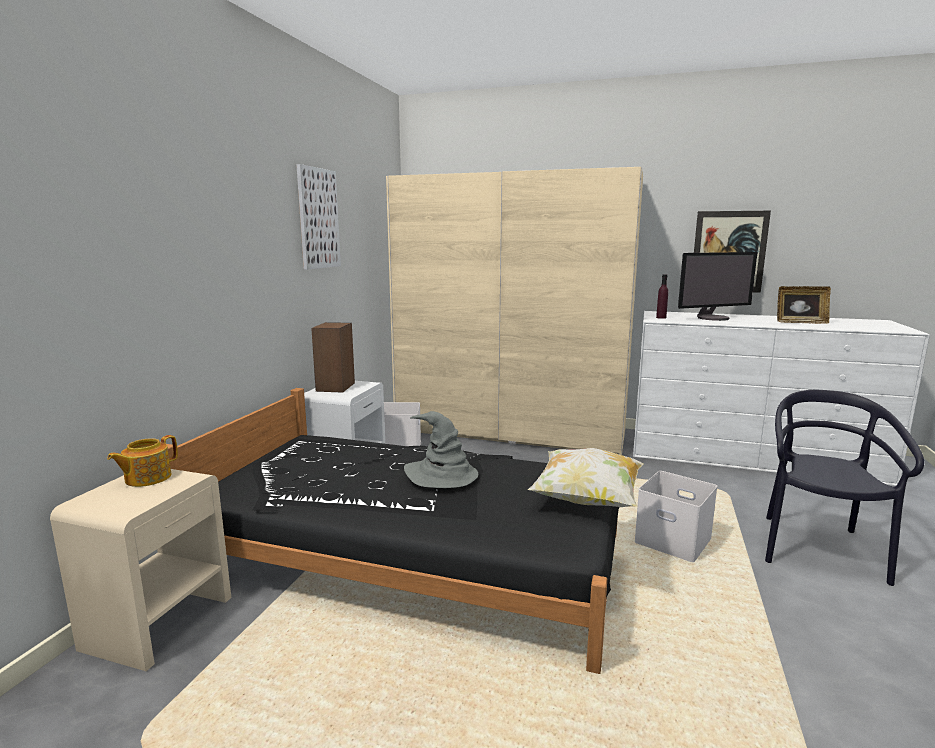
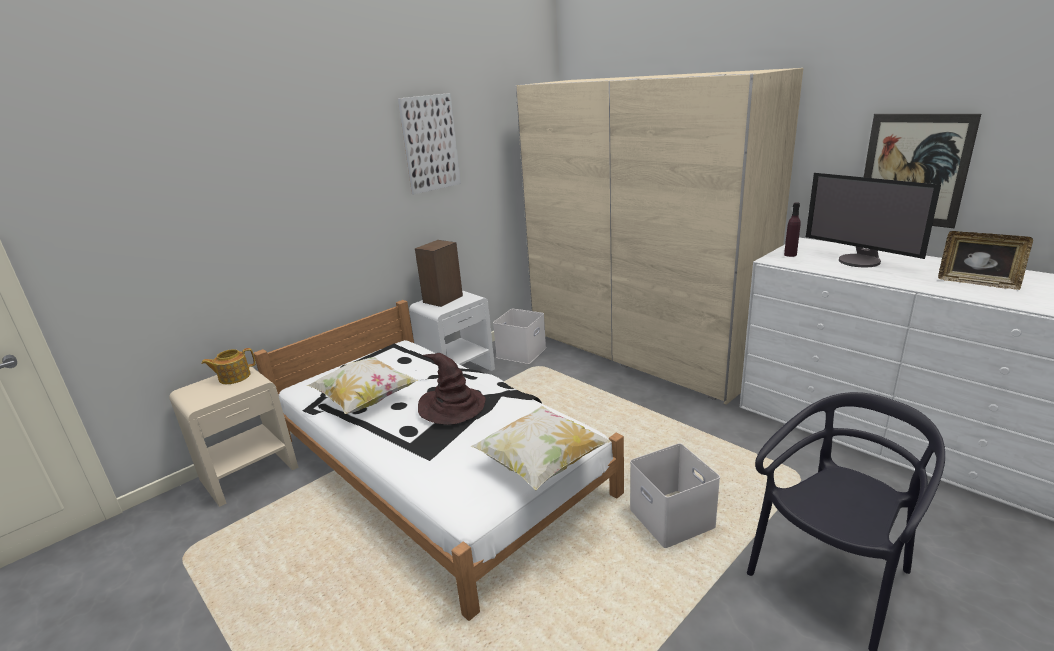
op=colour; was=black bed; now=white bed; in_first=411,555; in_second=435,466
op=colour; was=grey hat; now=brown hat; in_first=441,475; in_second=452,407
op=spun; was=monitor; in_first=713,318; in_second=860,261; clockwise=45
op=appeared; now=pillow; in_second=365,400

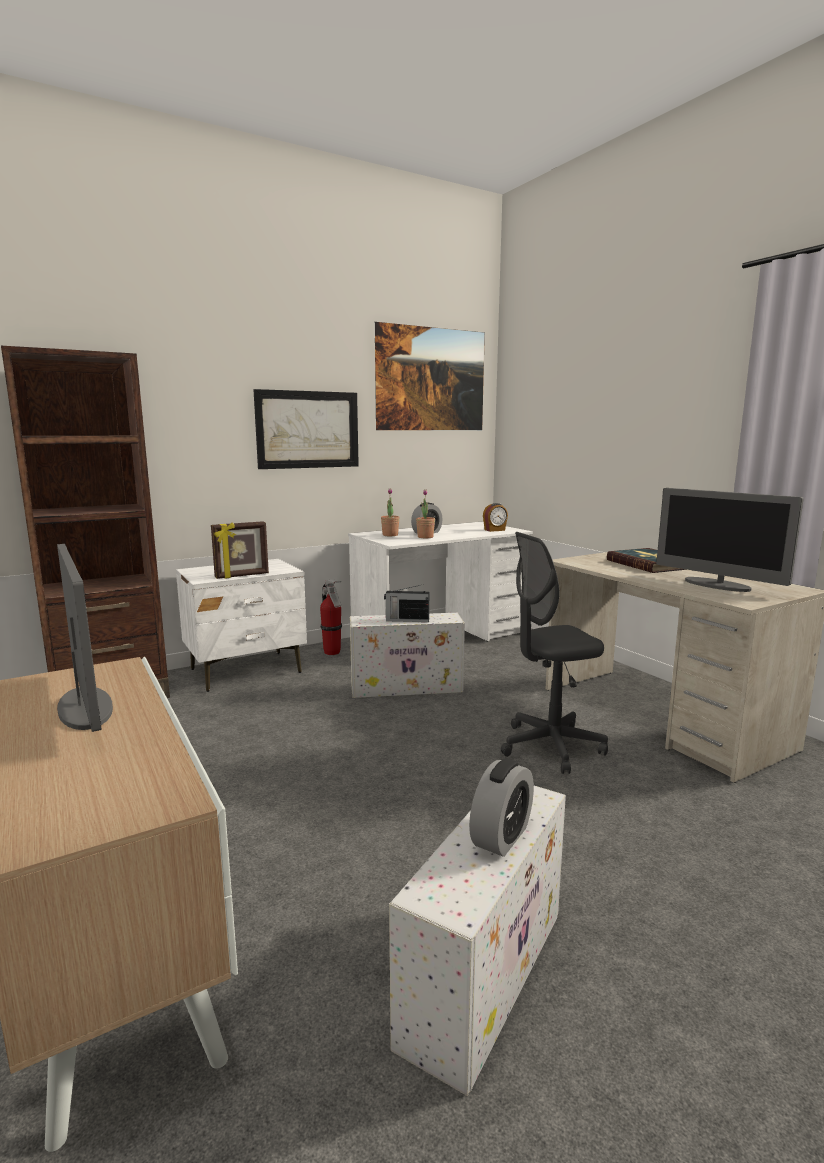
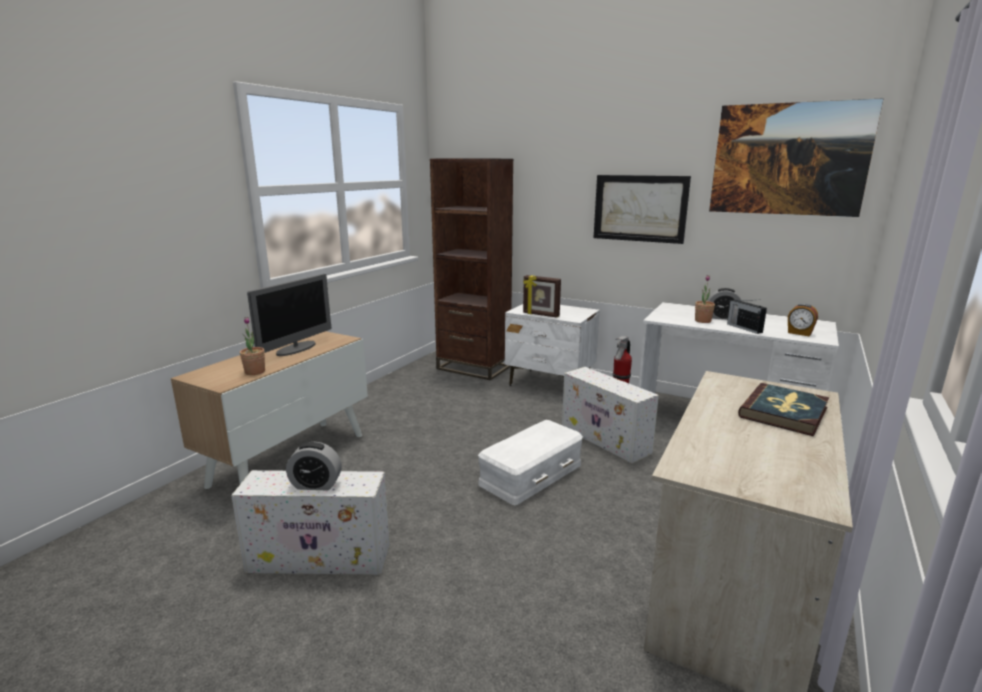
op=relocated; was=potted plant; in_first=390,535; in_second=255,372
op=relocated; was=radio; in_first=406,620; in_second=743,328
op=missing; was=grey office chair; in_first=551,747
op=missing; was=monitor; in_first=717,585
op=appeared; now=white storage box; in_second=530,473

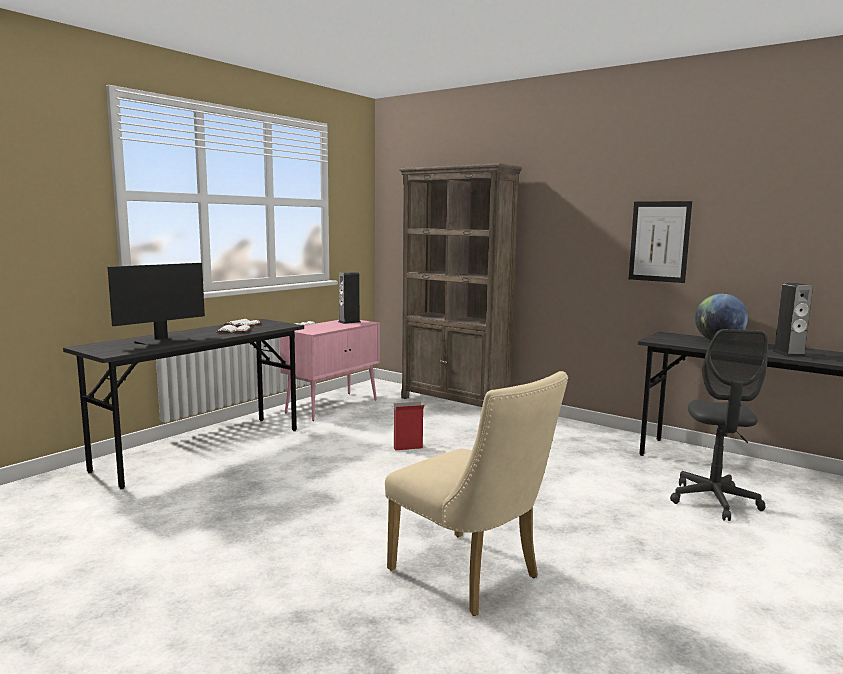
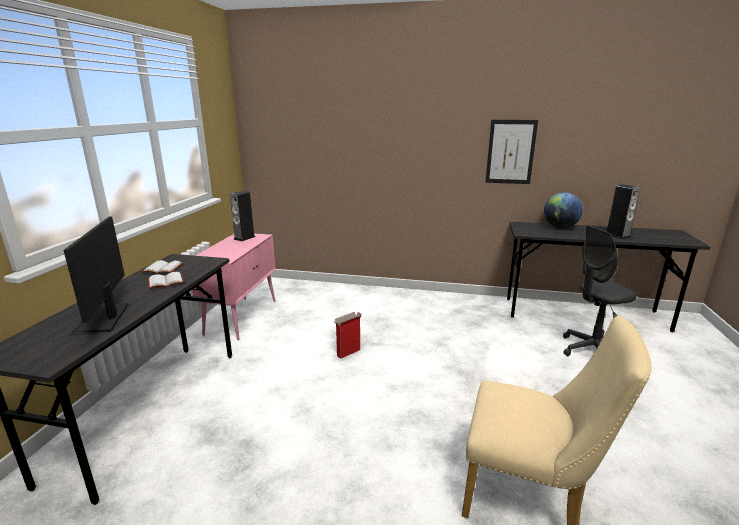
op=spun; was=monitor; in_first=165,341; in_second=102,319; clockwise=150
op=missing; was=brown bookcase; in_first=454,403
op=spun; was=grey office chair; in_first=714,501; in_second=592,351; clockwise=90

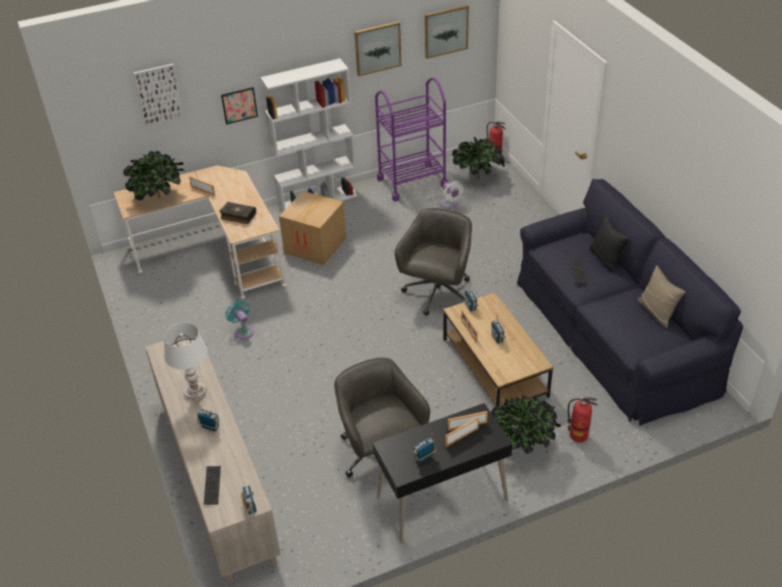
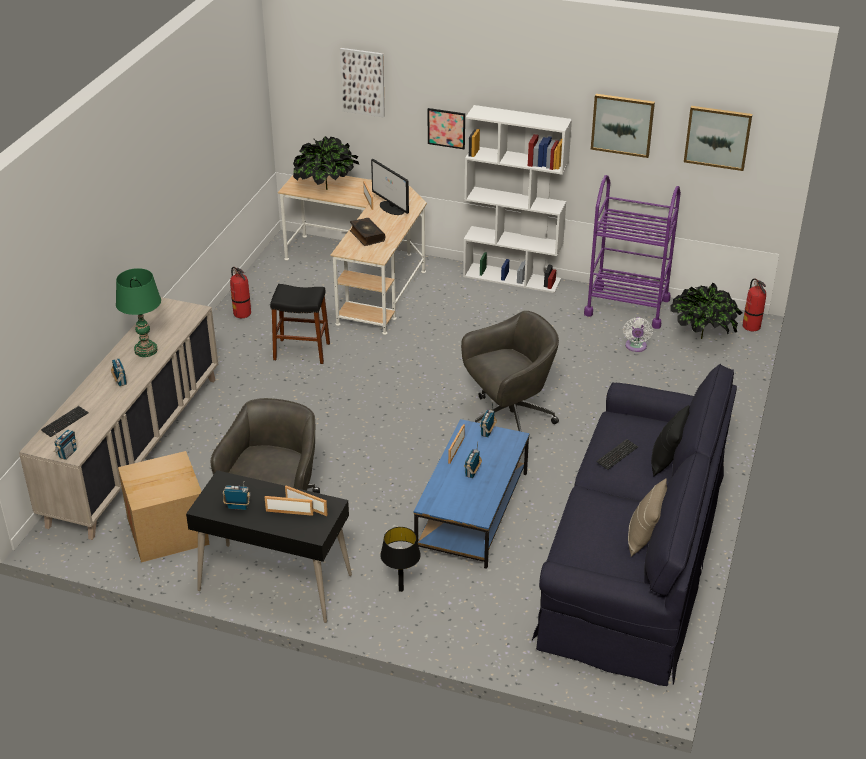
op=colour; was=white table lamp; now=green table lamp; in_first=195,392; in_second=146,350
op=exchanged; was=turquoise fan; now=black stool; in_first=243,331; in_second=301,351
op=relocated; was=cardboard box; in_first=315,245; in_second=168,531
op=colour; was=brown coffee table; now=blue coffee table; in_first=495,367; in_second=473,511
op=exchanged; was=potted plant; now=black table lamp; in_first=521,446; in_second=401,589
op=relocated; was=fire extinguisher; in_first=578,435; in_second=242,313
op=appeared; now=monitor; in_second=392,208

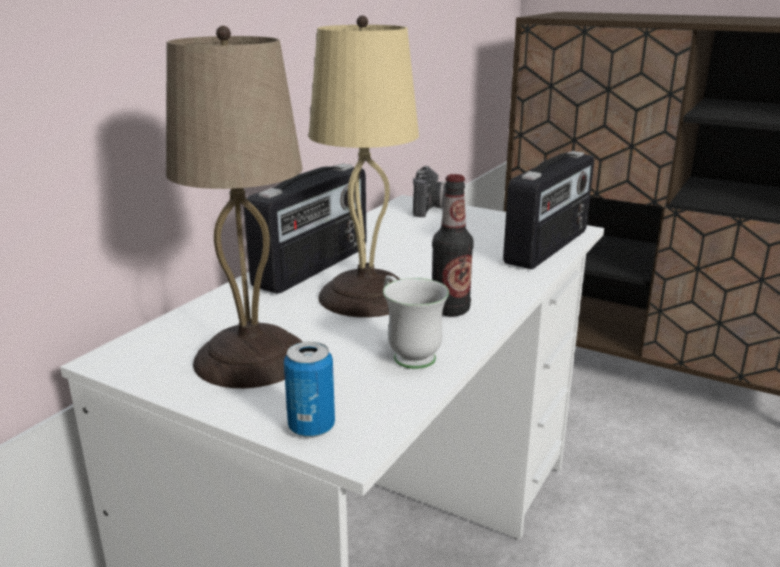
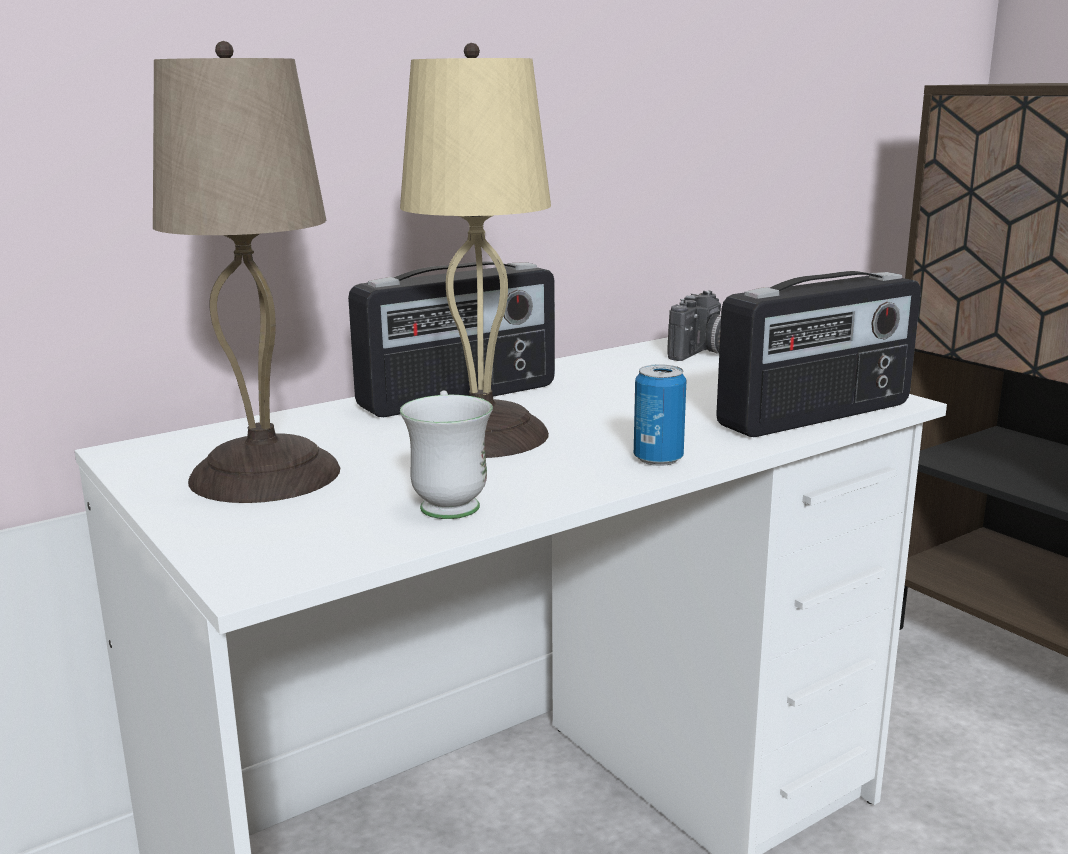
op=relocated; was=can; in_first=311,427; in_second=658,459
op=missing; was=bottle; in_first=450,310

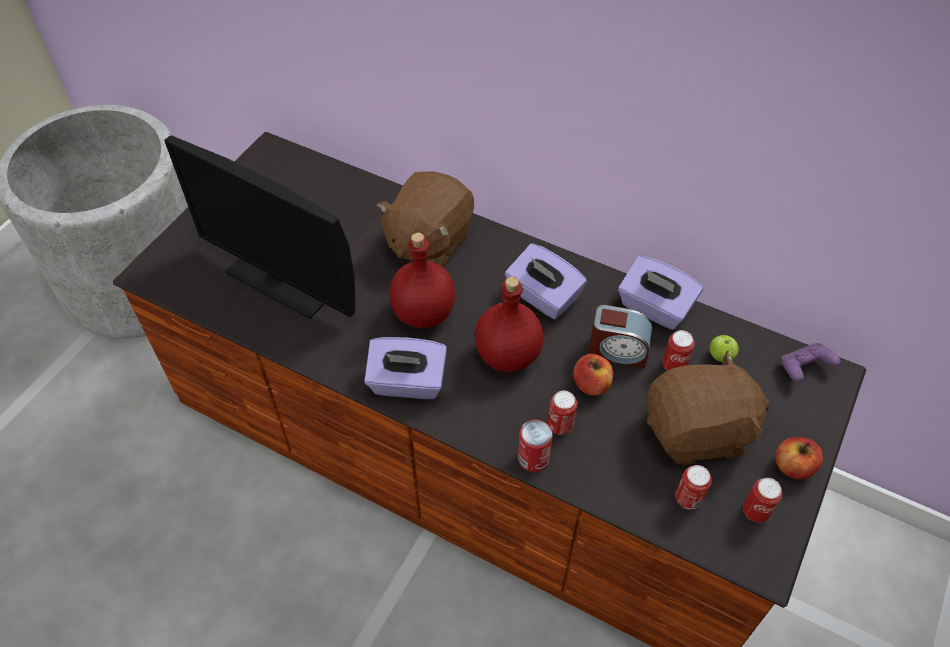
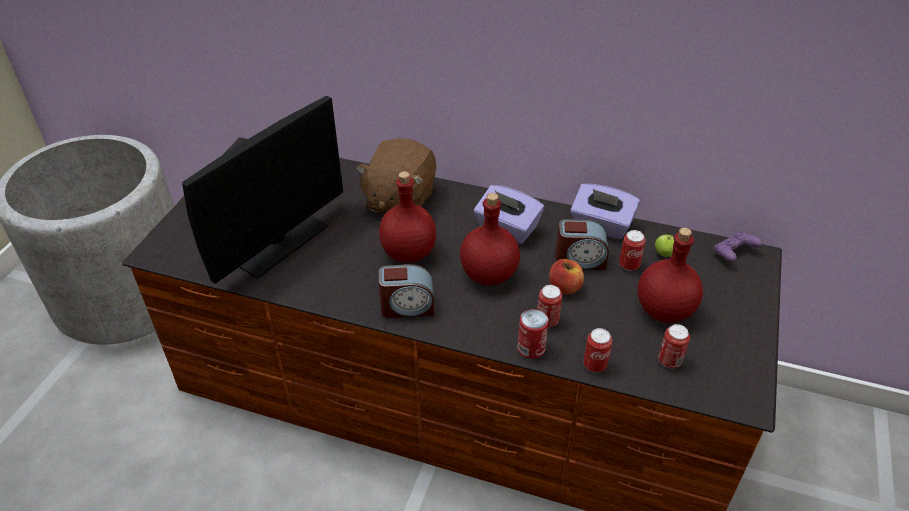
op=spun; was=monitor; in_first=283,279; in_second=278,242; clockwise=-75
op=exchanged; was=purple tissue box; now=alarm clock; in_first=407,383; in_second=407,306
op=exchanged; was=brown plush toy; now=red bottle; in_first=698,432; in_second=663,310
op=relocated; was=can; in_first=755,511; in_second=594,365
op=missing; was=apple; in_first=793,467

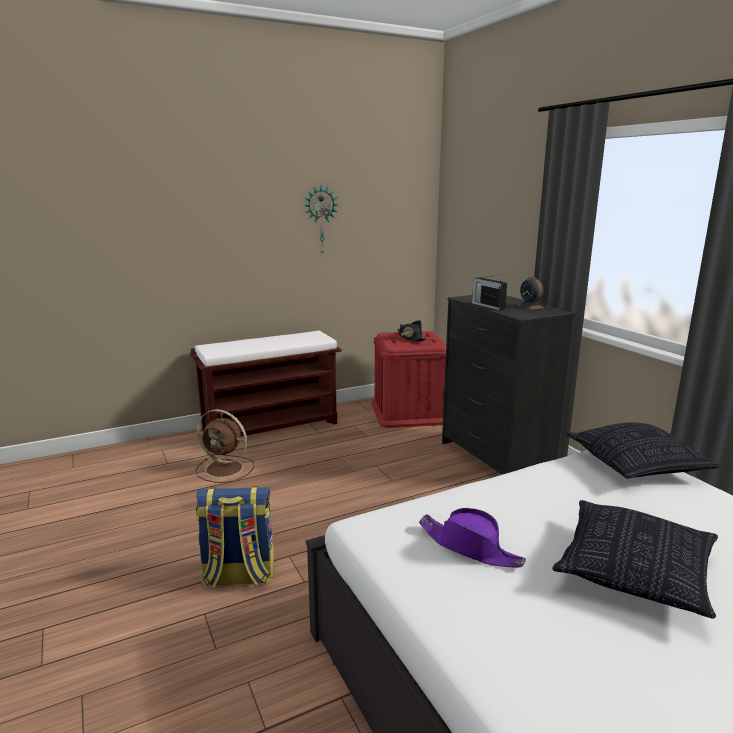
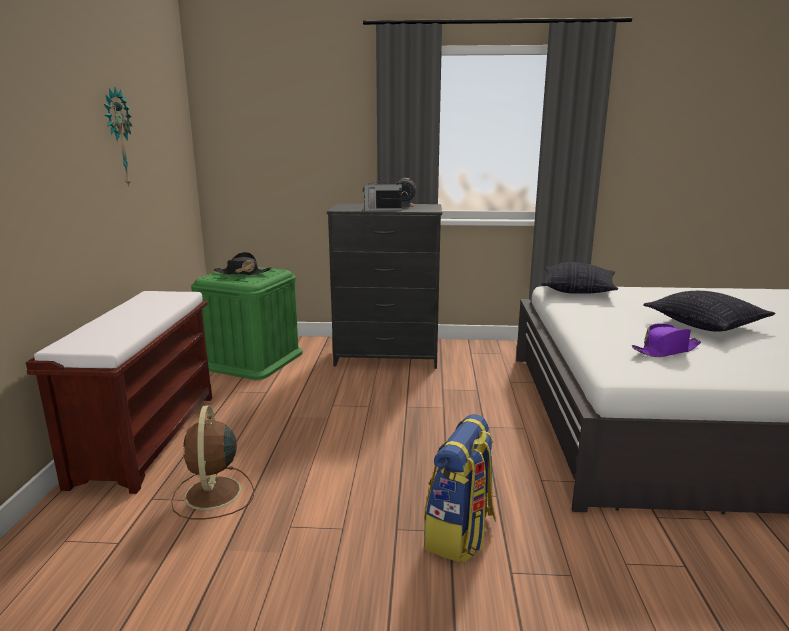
op=spun; was=brown fan; in_first=226,469; in_second=213,495; clockwise=120
op=colour; was=red storage box; now=green storage box; in_first=409,412; in_second=251,359

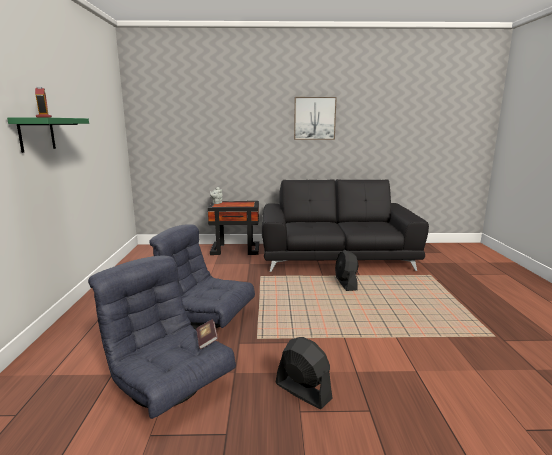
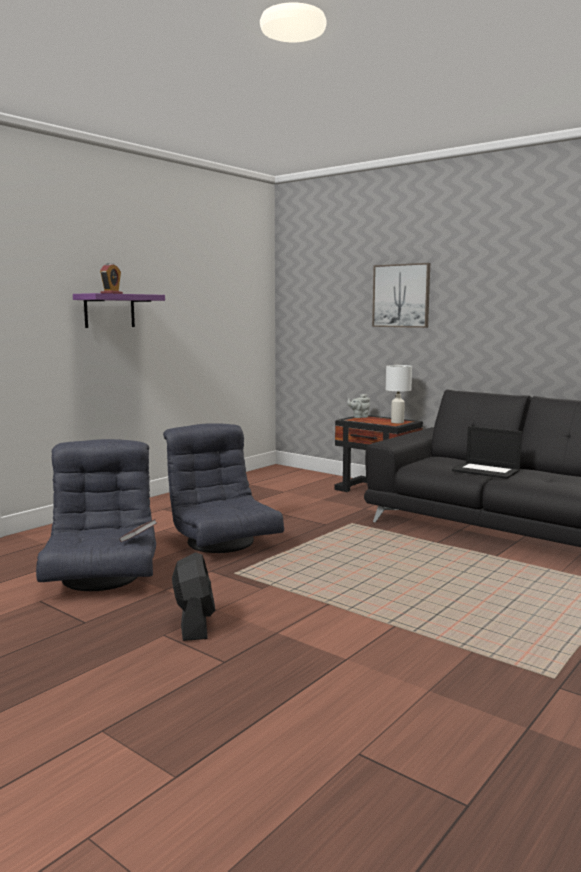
op=colour; was=green shelf; now=purple shelf; in_first=36,134; in_second=109,311
op=relocated; was=picture; in_first=314,118; in_second=401,296
op=missing; was=black fan; in_first=346,284
op=appeared; now=white table lamp; in_second=397,422
op=appeared; now=laptop; in_second=487,471

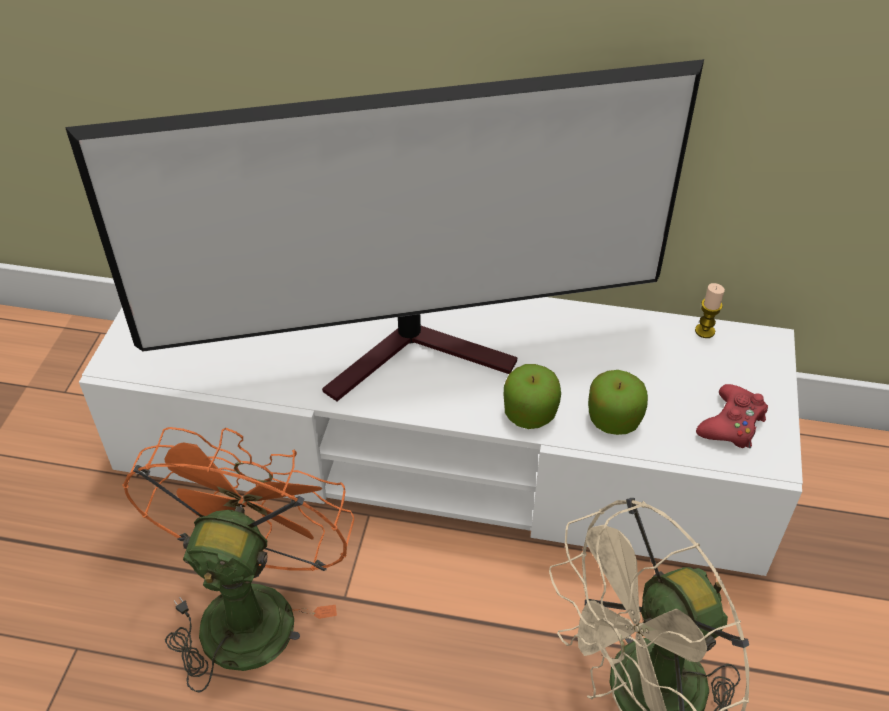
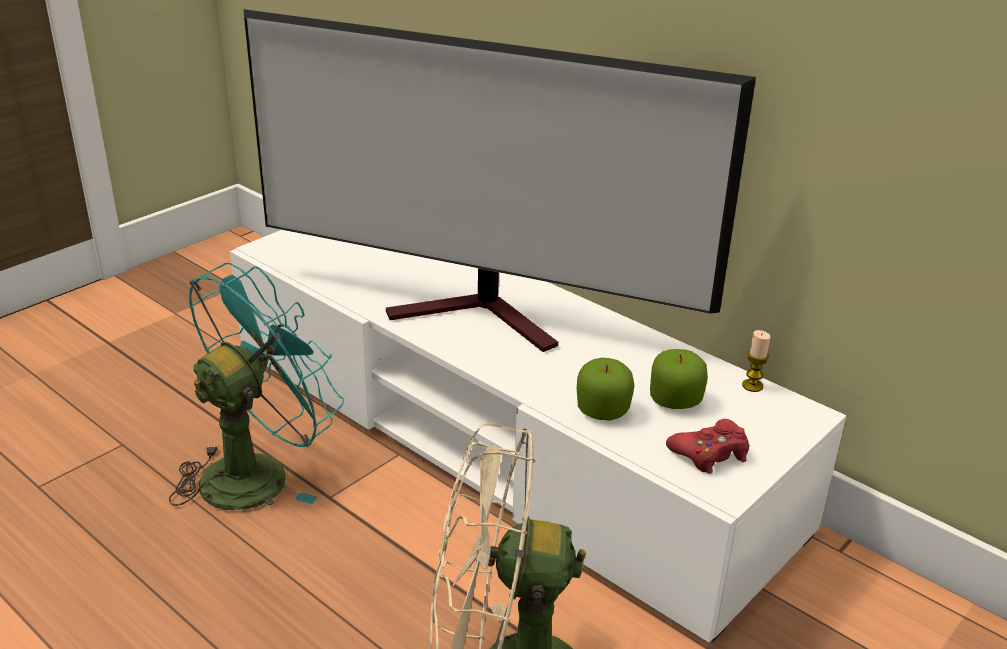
op=colour; was=orange fan; now=turquoise fan; in_first=251,606; in_second=258,472
op=relocated; was=apple; in_first=530,413; in_second=675,400

